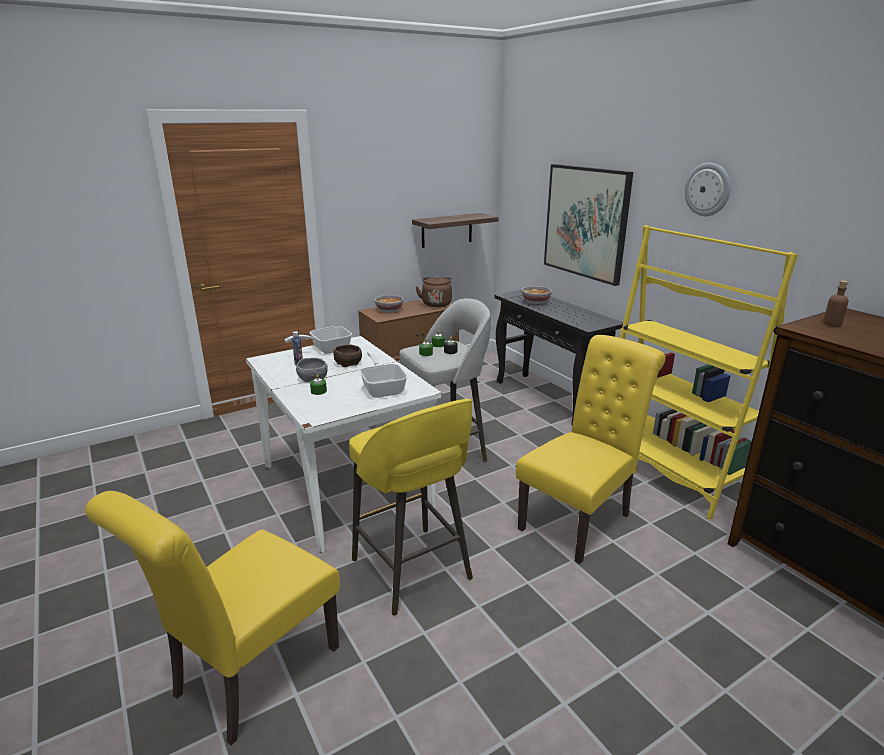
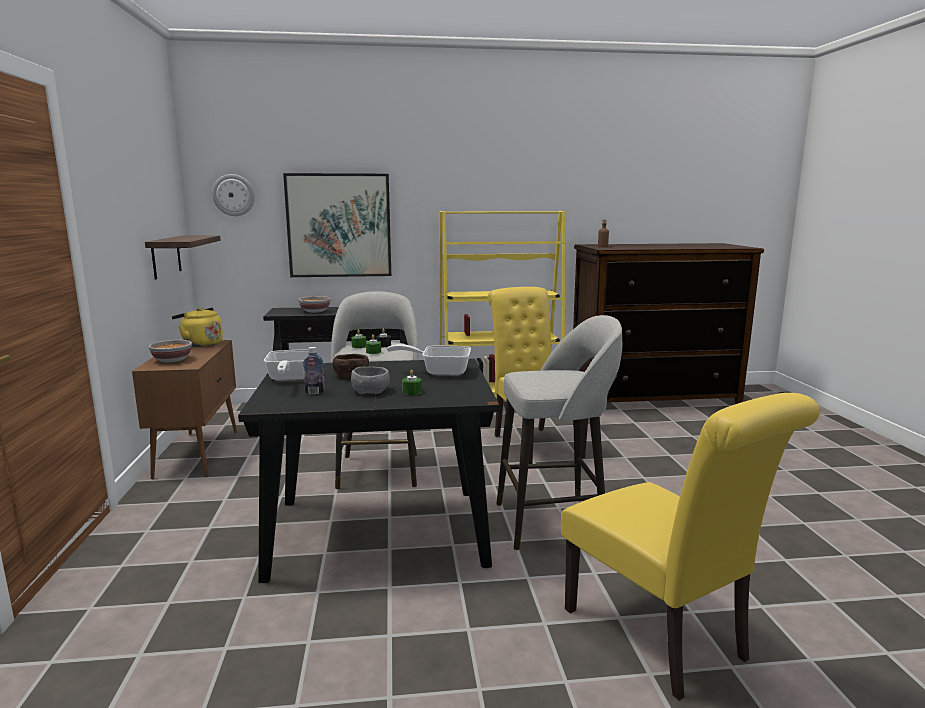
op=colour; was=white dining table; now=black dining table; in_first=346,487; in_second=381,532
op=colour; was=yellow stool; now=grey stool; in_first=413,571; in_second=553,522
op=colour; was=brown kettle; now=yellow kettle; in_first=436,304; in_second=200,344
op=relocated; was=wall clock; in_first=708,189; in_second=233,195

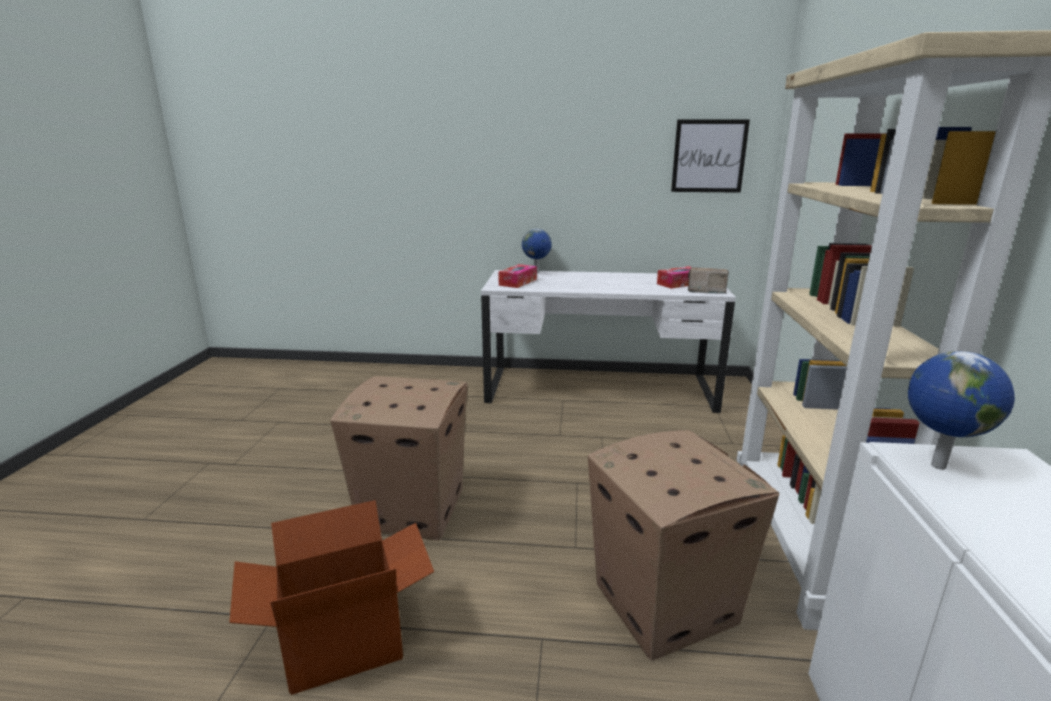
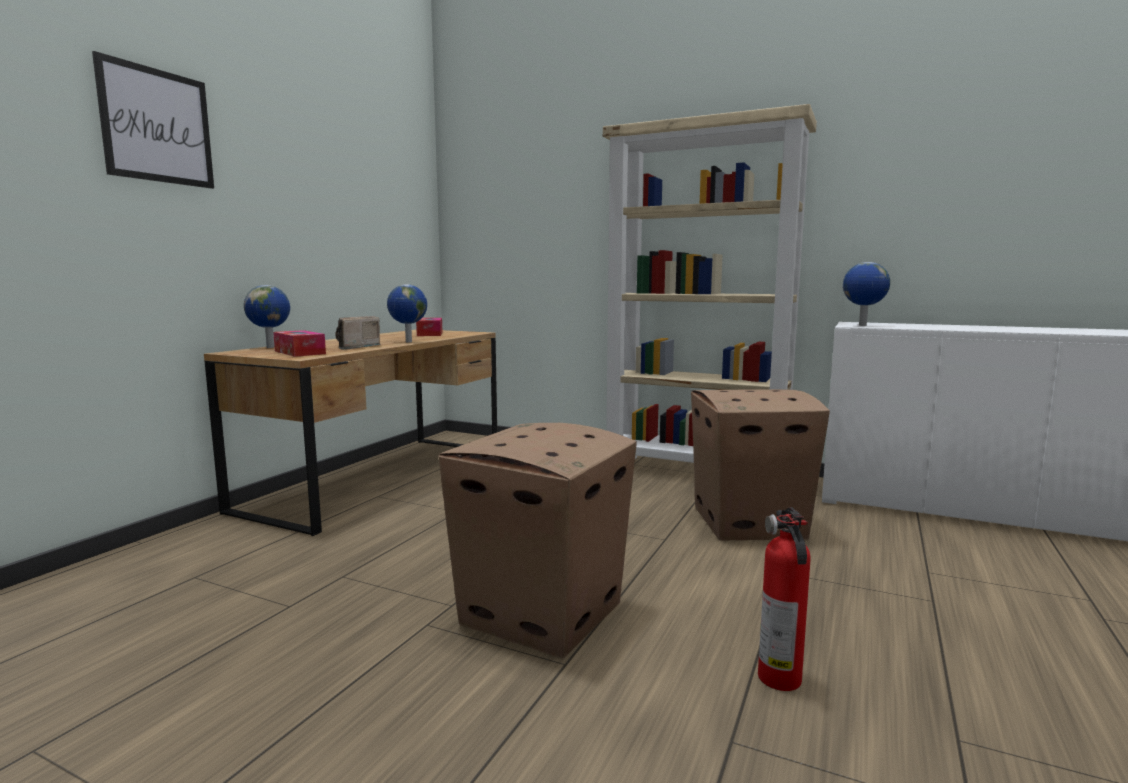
op=exchanged; was=cardboard box; now=fire extinguisher; in_first=343,640; in_second=780,680
op=colour; was=white desk; now=brown desk; in_first=599,389; in_second=380,477
op=relocated; was=picture; in_first=709,156; in_second=157,126
op=relocated; was=radio; in_first=705,291; in_second=354,347
op=appeared; now=globe; in_second=408,342

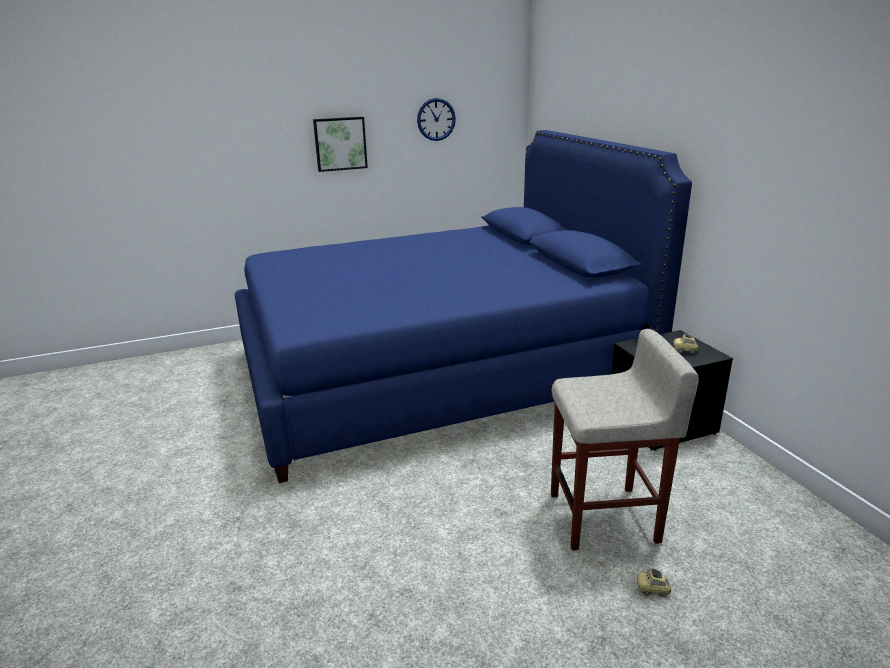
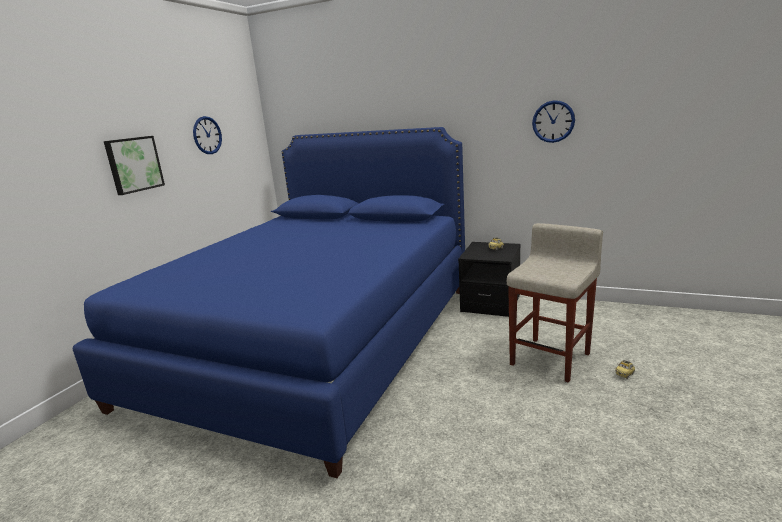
op=appeared; now=wall clock; in_second=553,121

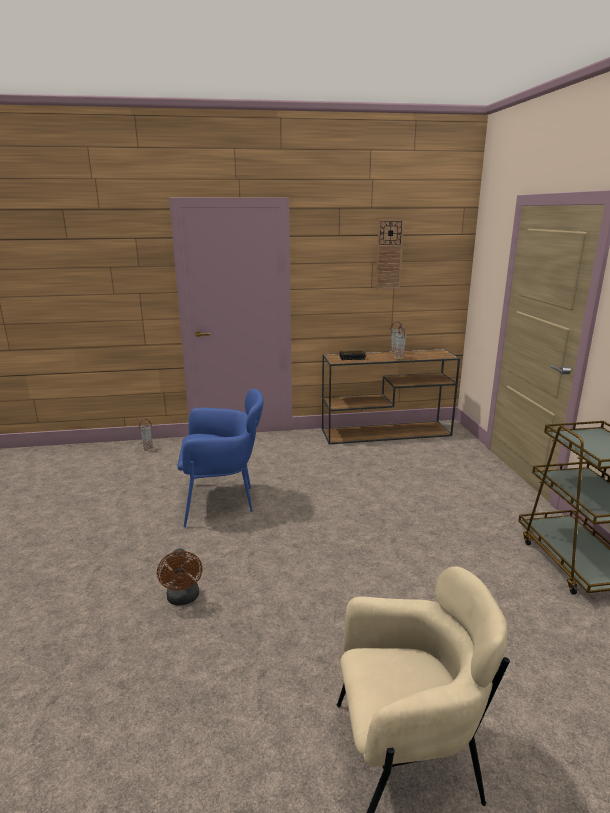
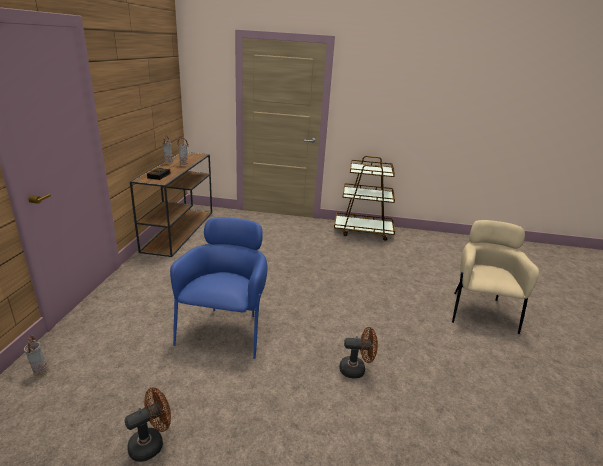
op=missing; was=wall clock; in_first=389,255
op=appeared; now=brown fan; in_second=151,443

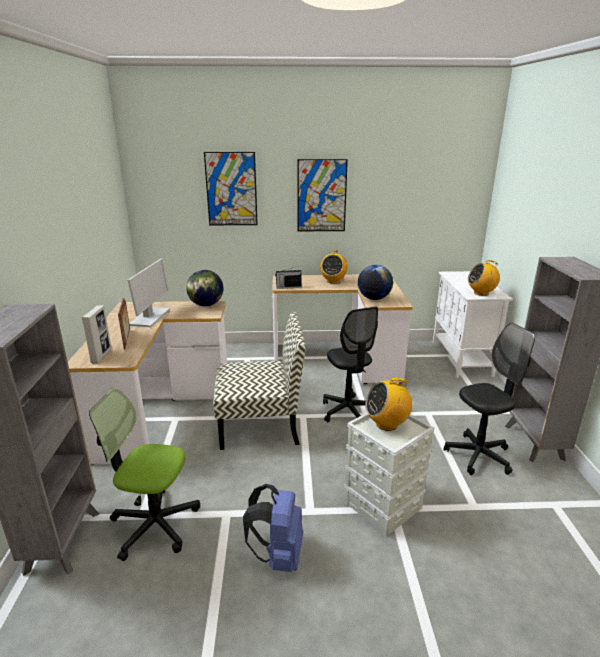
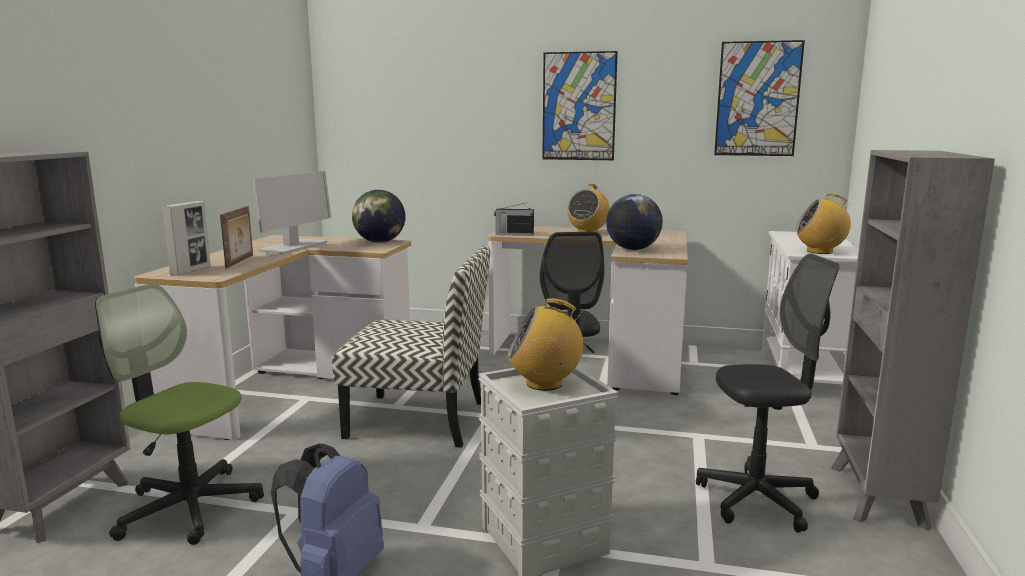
op=relocated; was=picture; in_first=231,189; in_second=757,99

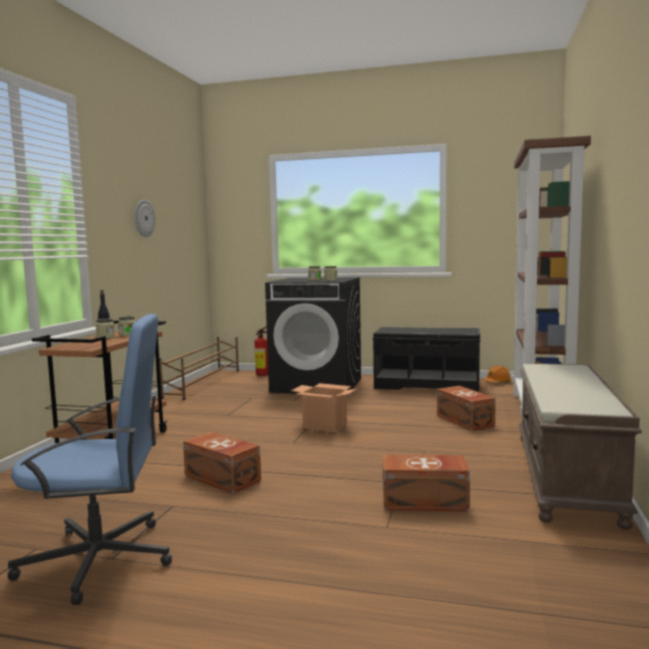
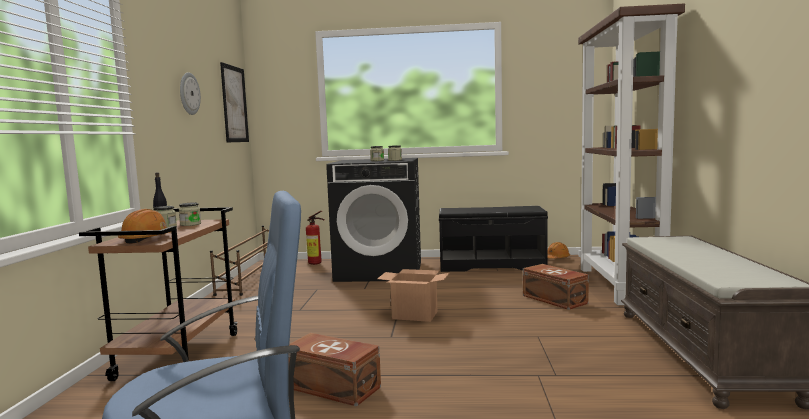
op=missing; was=brown storage box; in_first=425,502
op=appeared; now=orange hard hat; in_second=147,239
op=appeared; now=picture; in_second=234,104

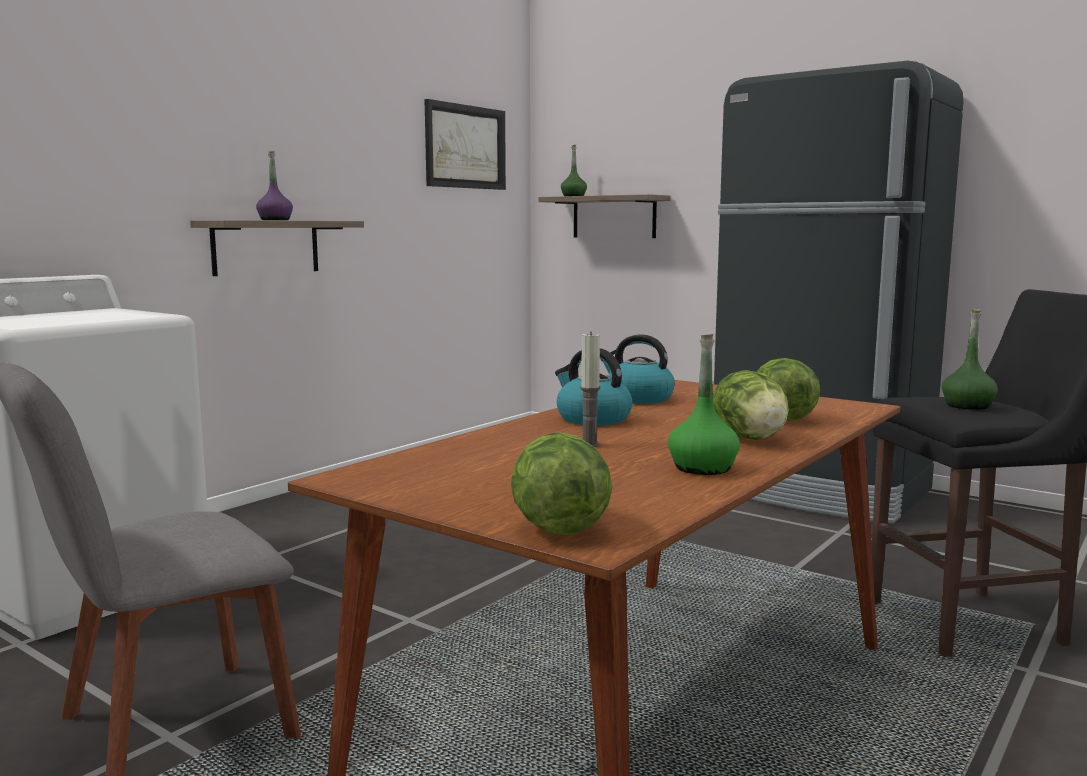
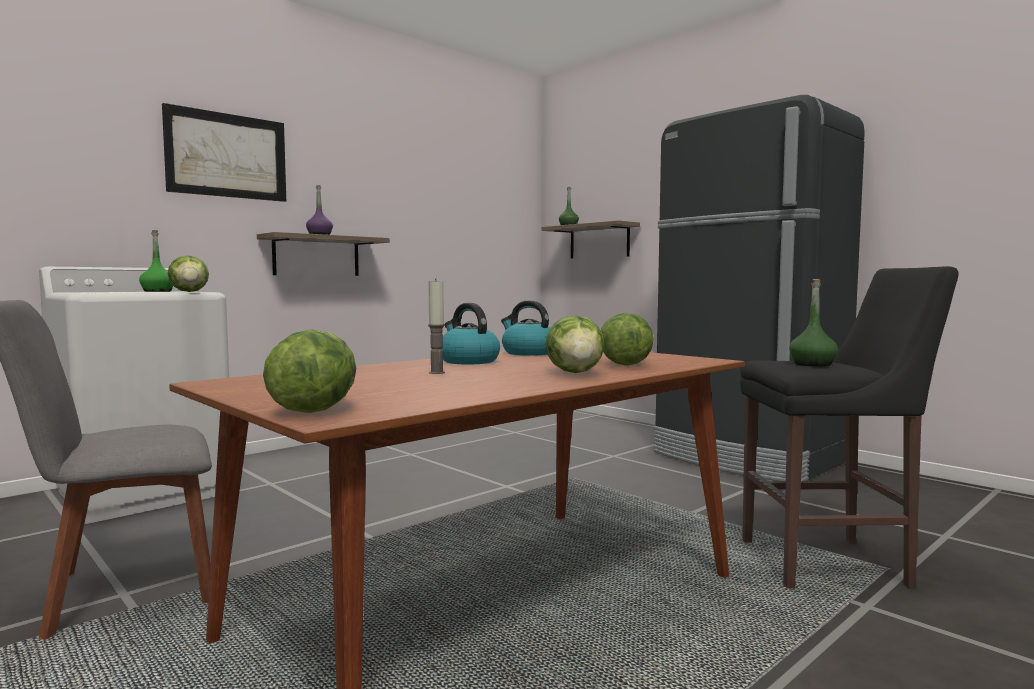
op=relocated; was=picture; in_first=465,147; in_second=227,156
op=relocated; was=green bottle; in_first=702,468; in_second=157,291
op=appeared; now=lettuce; in_second=189,292

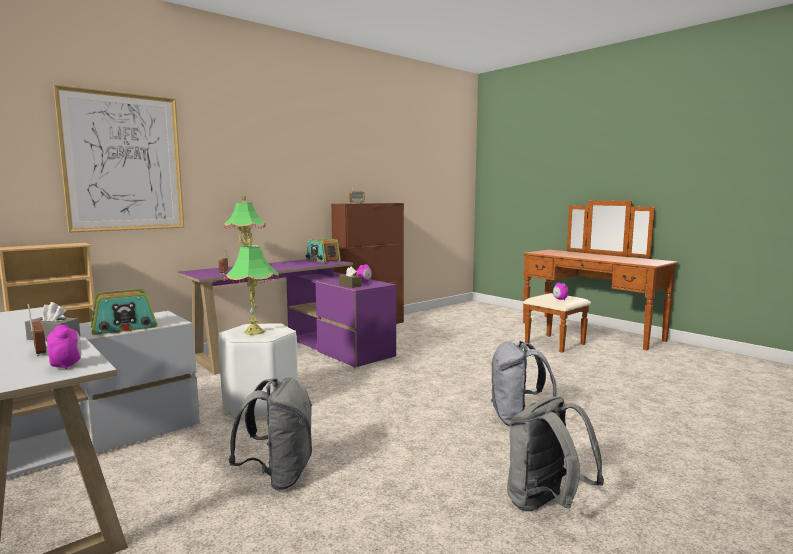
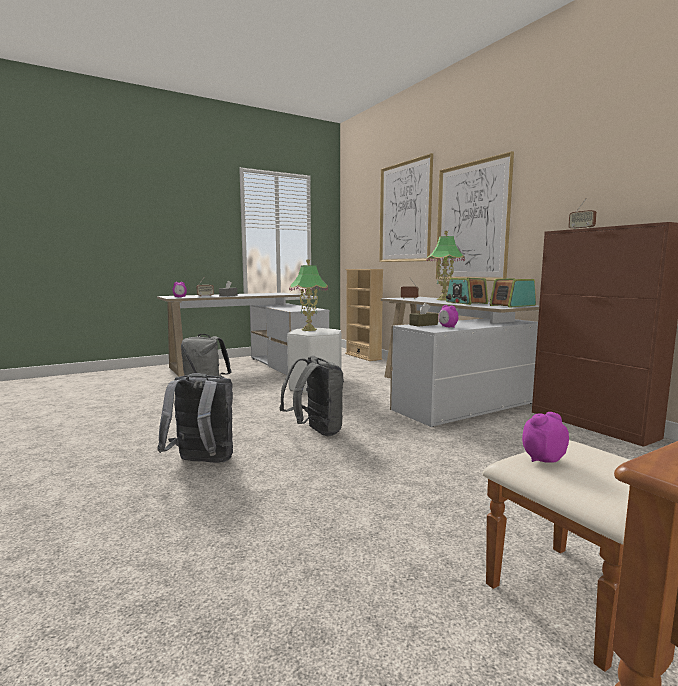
op=relocated; was=radio; in_first=124,327; in_second=465,303
op=colour; was=purple desk; now=white desk; in_first=297,352; in_second=447,394
op=relocated; was=grey backpack; in_first=546,505; in_second=315,432
op=appeared; now=picture; in_second=472,222

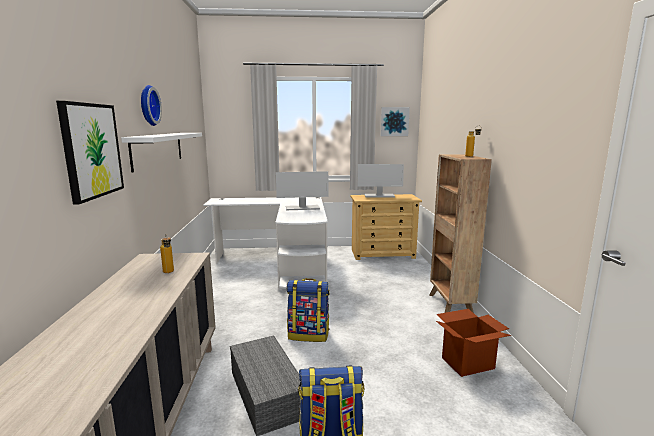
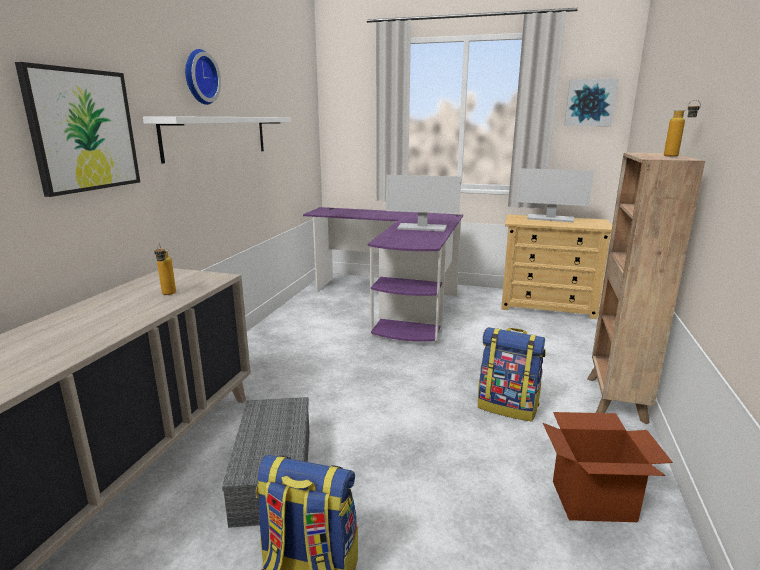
op=colour; was=white desk; now=purple desk; in_first=282,264; in_second=395,303
op=relocated; was=backpack; in_first=309,334; in_second=508,407

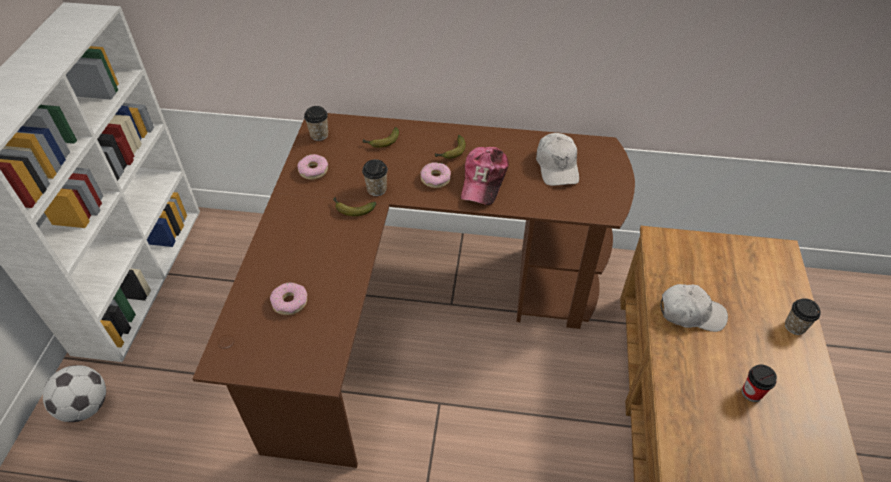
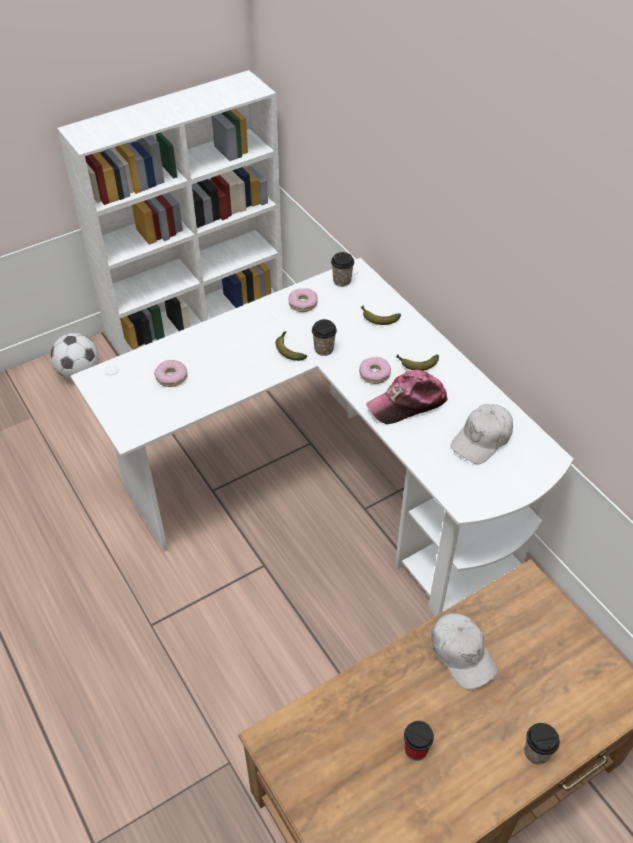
op=colour; was=brown desk; now=white desk; in_first=415,312; in_second=332,490

